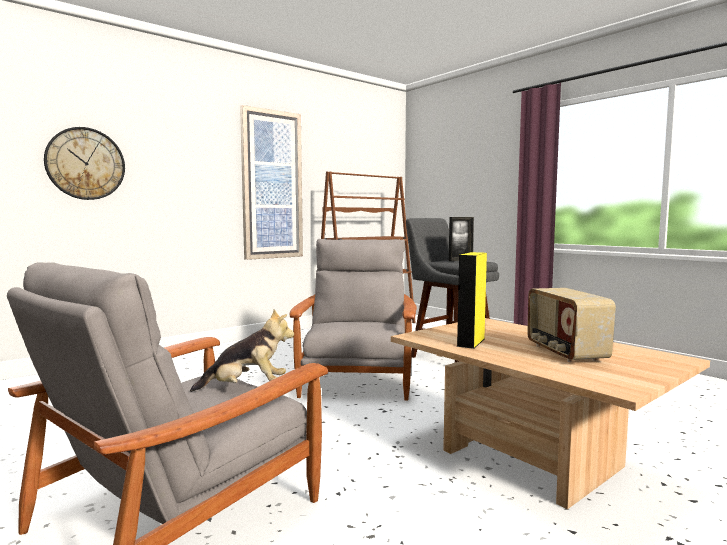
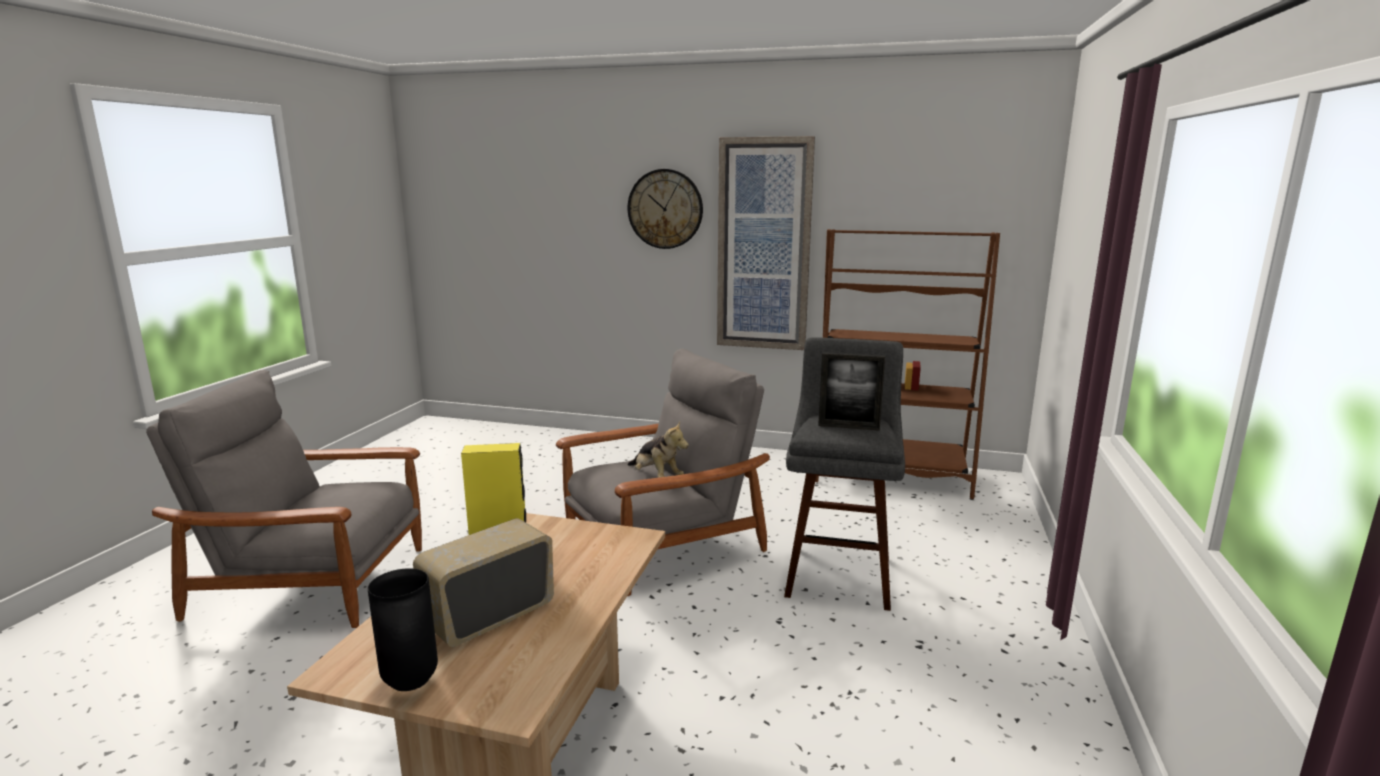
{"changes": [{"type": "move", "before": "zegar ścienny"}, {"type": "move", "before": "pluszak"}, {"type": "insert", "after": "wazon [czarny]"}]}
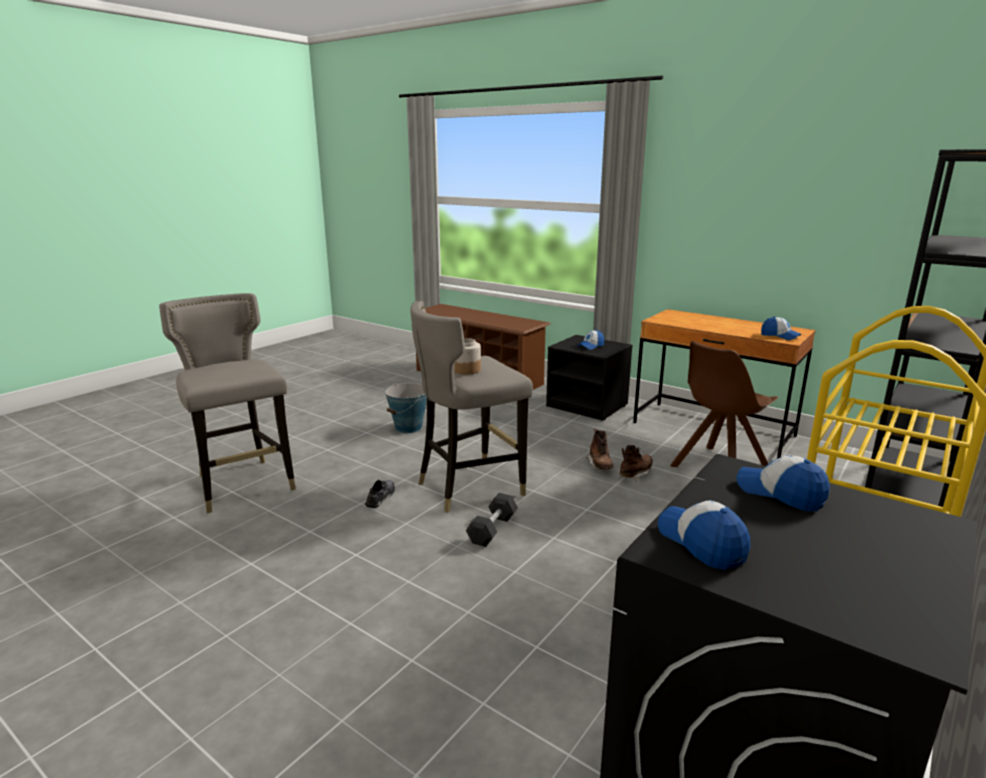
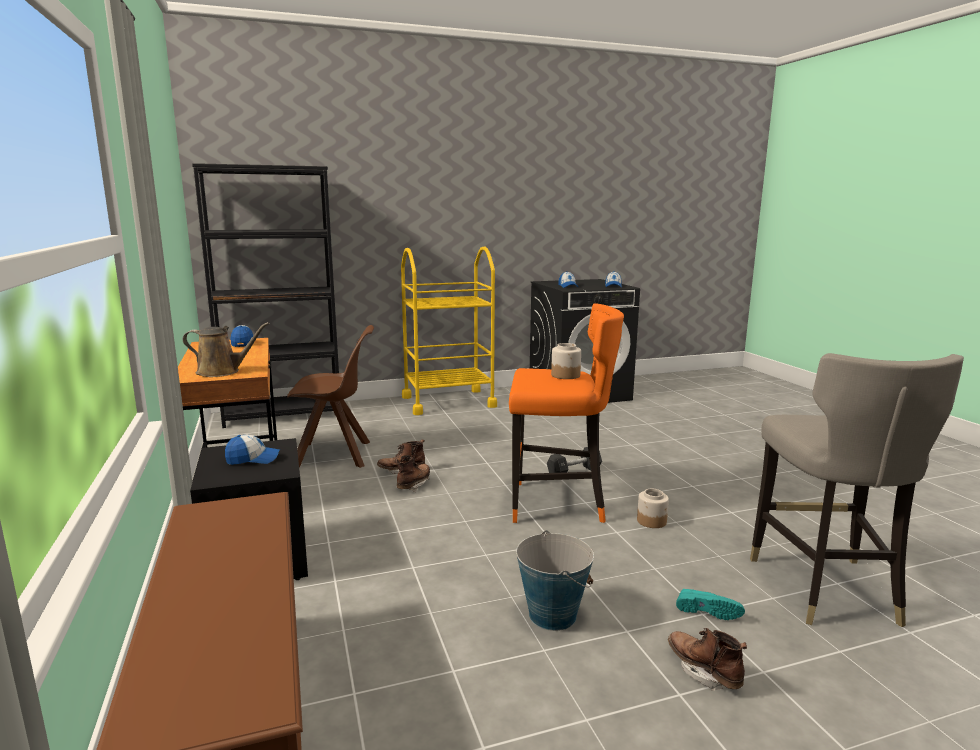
{"changes": [{"type": "recolor", "before": "stołek [szary] (2nd from left)", "after": "stołek [pomarańczowy]"}, {"type": "replace", "before": "but [szary]", "after": "słoik (2nd from left)"}, {"type": "insert", "after": "konewka [brązowy]"}, {"type": "insert", "after": "but [turkusowy]"}, {"type": "insert", "after": "but z cholewką [brązowy] (3rd from left)"}]}
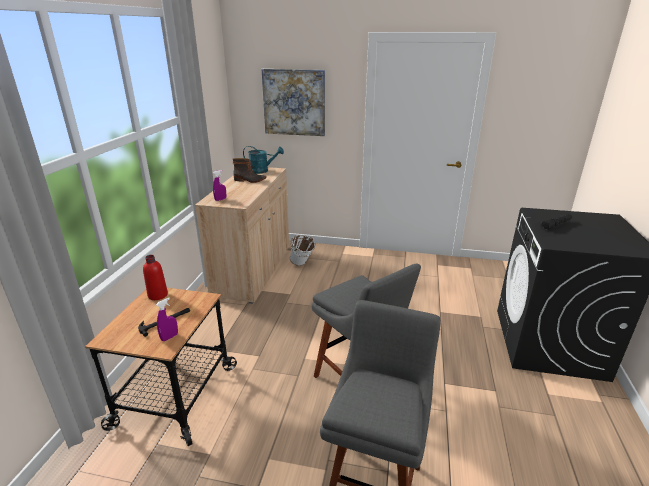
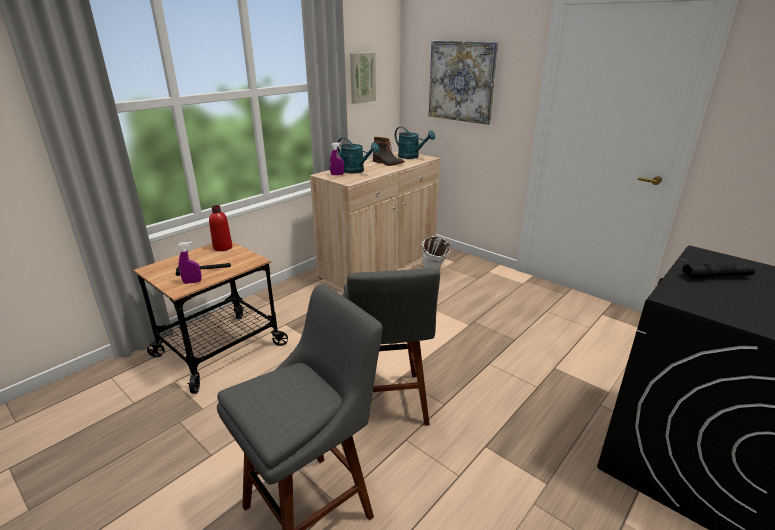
{"changes": [{"type": "insert", "after": "obraz (1st from left)"}, {"type": "insert", "after": "konewka [turkusowy] (1st from left)"}]}
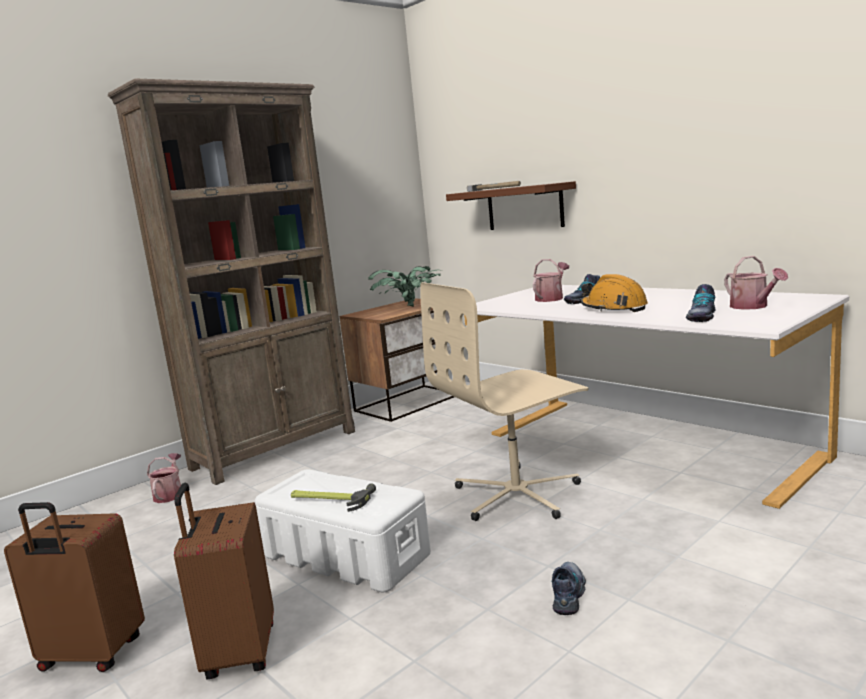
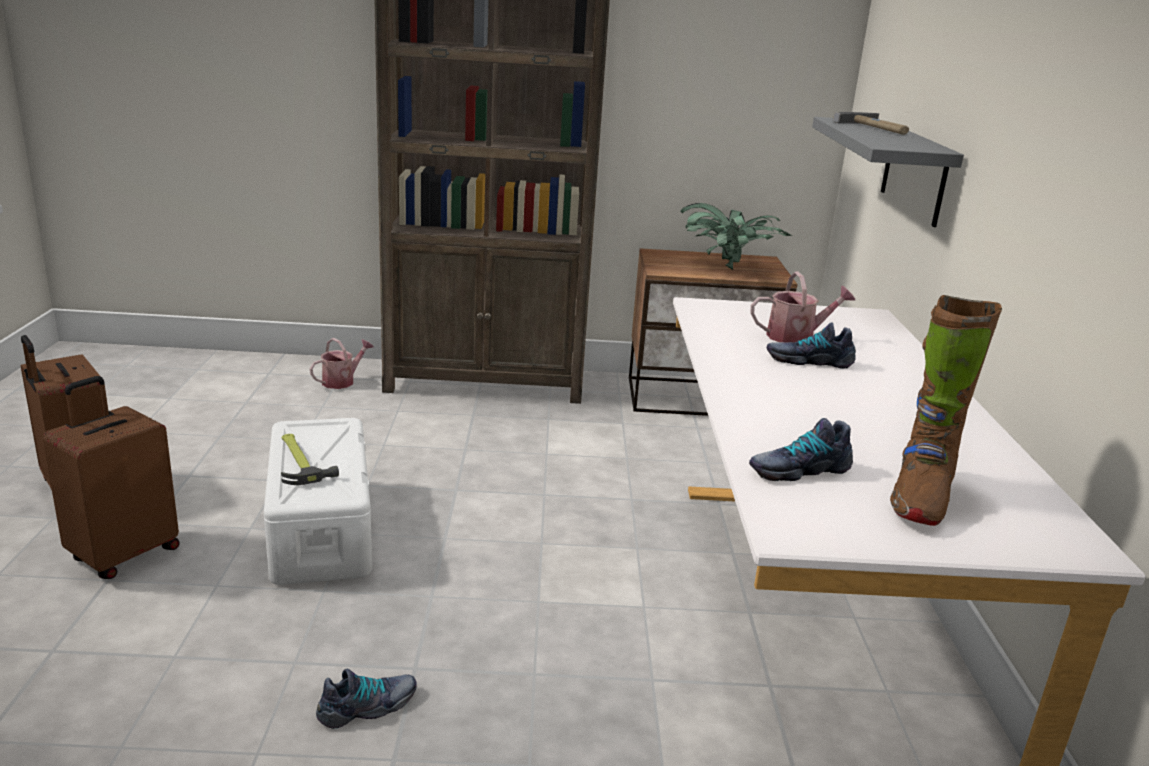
{"changes": [{"type": "recolor", "before": "półka [brązowy]", "after": "półka [szary]"}, {"type": "replace", "before": "konewka (3rd from left)", "after": "but z cholewką [brązowy]"}, {"type": "delete", "before": "kask [pomarańczowy]"}, {"type": "delete", "before": "krzesło biurowe [beżowy]"}]}
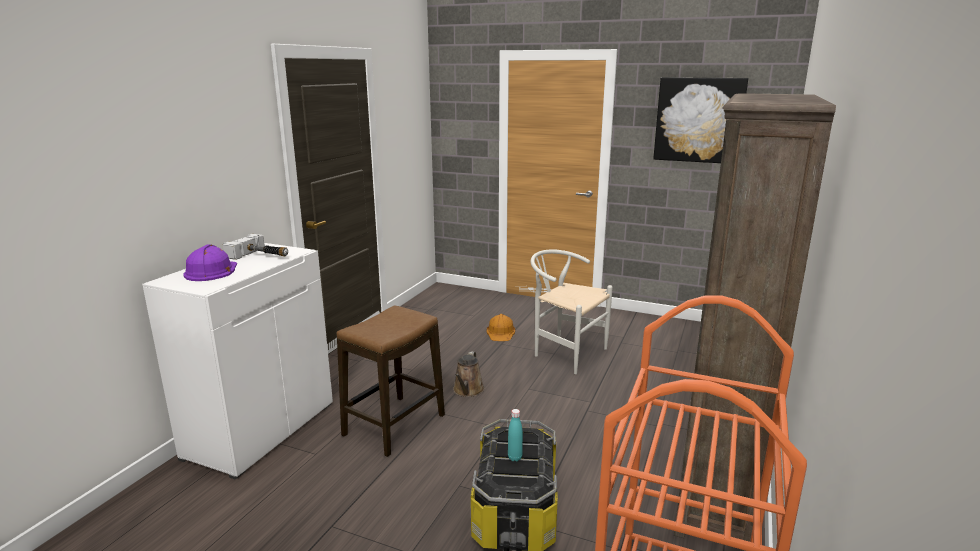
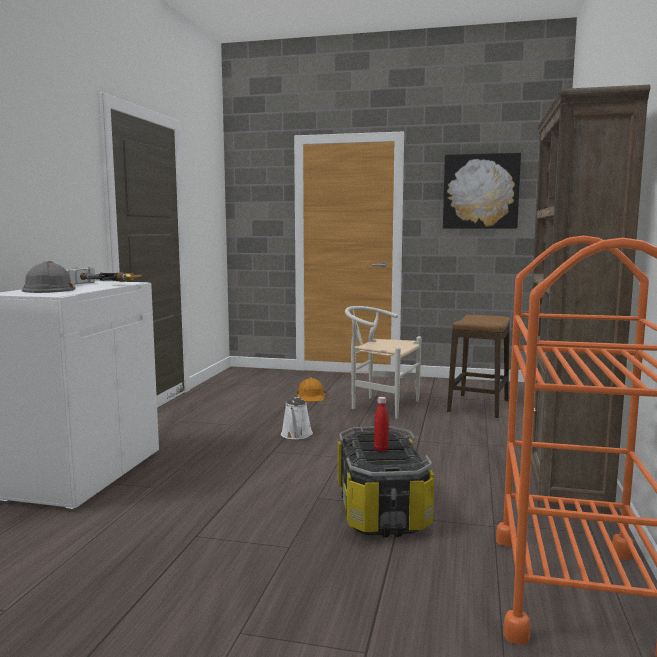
{"changes": [{"type": "recolor", "before": "kask [fioletowy]", "after": "kask [szary]"}, {"type": "move", "before": "stołek"}, {"type": "recolor", "before": "konewka [brązowy]", "after": "konewka [biały]"}, {"type": "recolor", "before": "butelka [turkusowy]", "after": "butelka [czerwony]"}]}
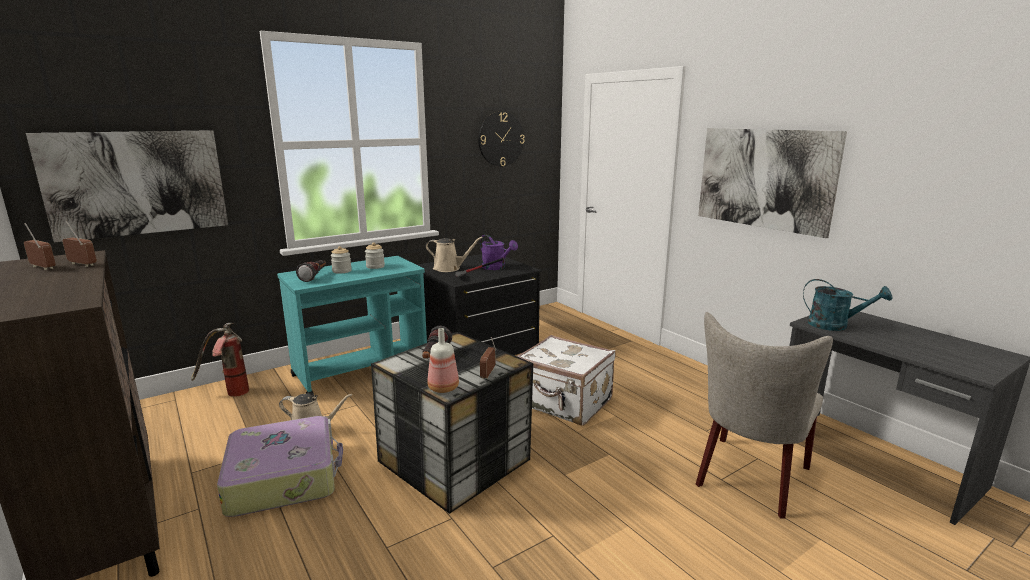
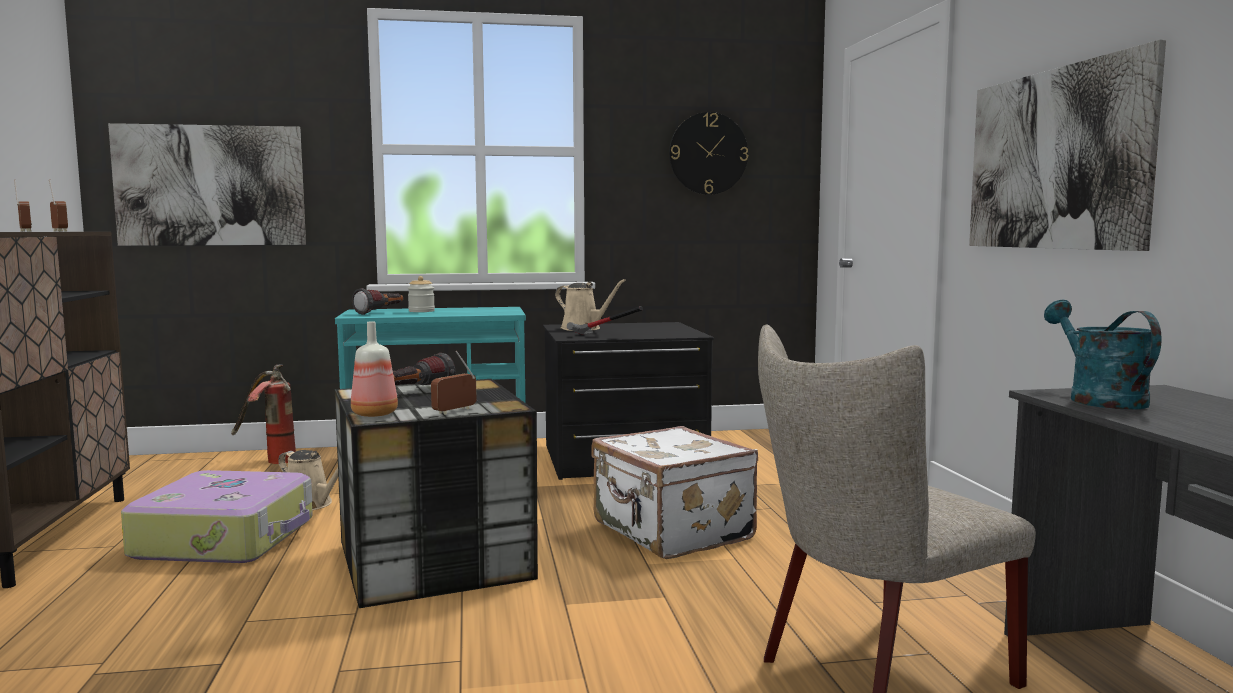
{"changes": [{"type": "delete", "before": "konewka [fioletowy]"}, {"type": "delete", "before": "słoik (2nd from left)"}, {"type": "rotate", "before": "konewka [turkusowy]", "turn": -150}]}
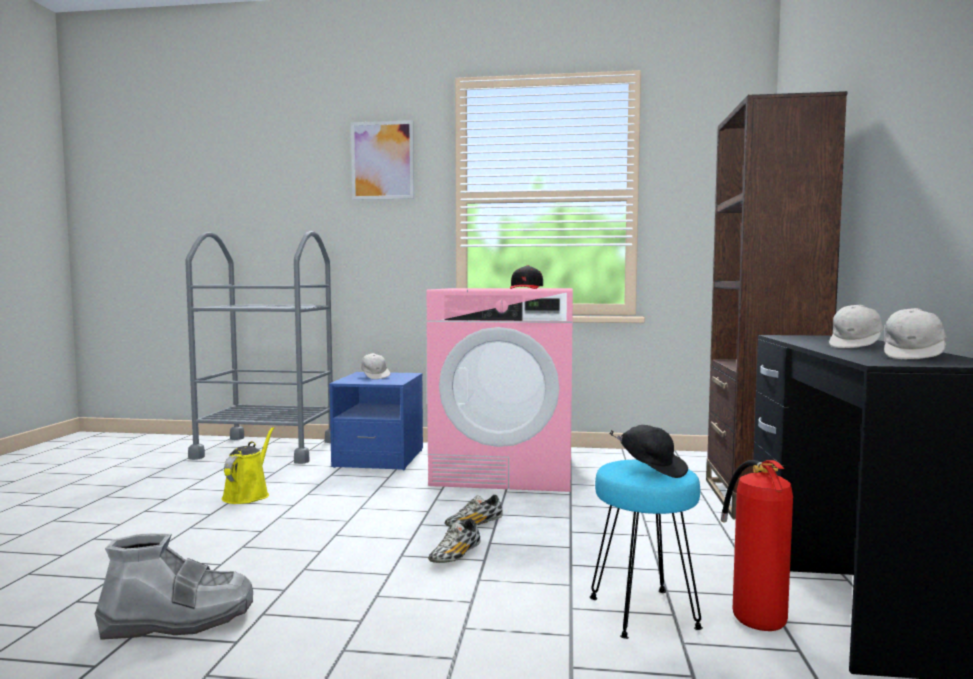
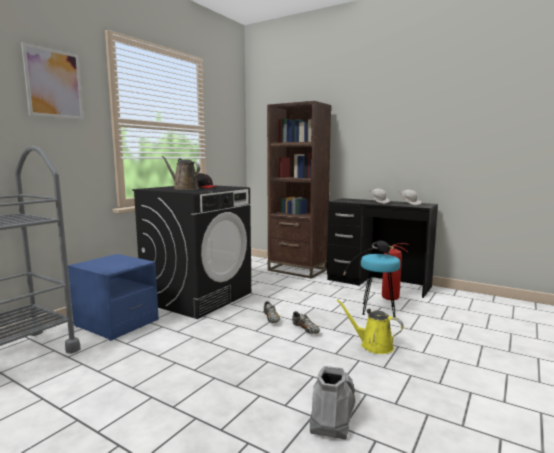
{"changes": [{"type": "recolor", "before": "pralka [różowy]", "after": "pralka [czarny]"}, {"type": "delete", "before": "czapka z daszkiem [biały] (1st from left)"}, {"type": "move", "before": "konewka [żółty]"}, {"type": "insert", "after": "konewka [brązowy]"}]}
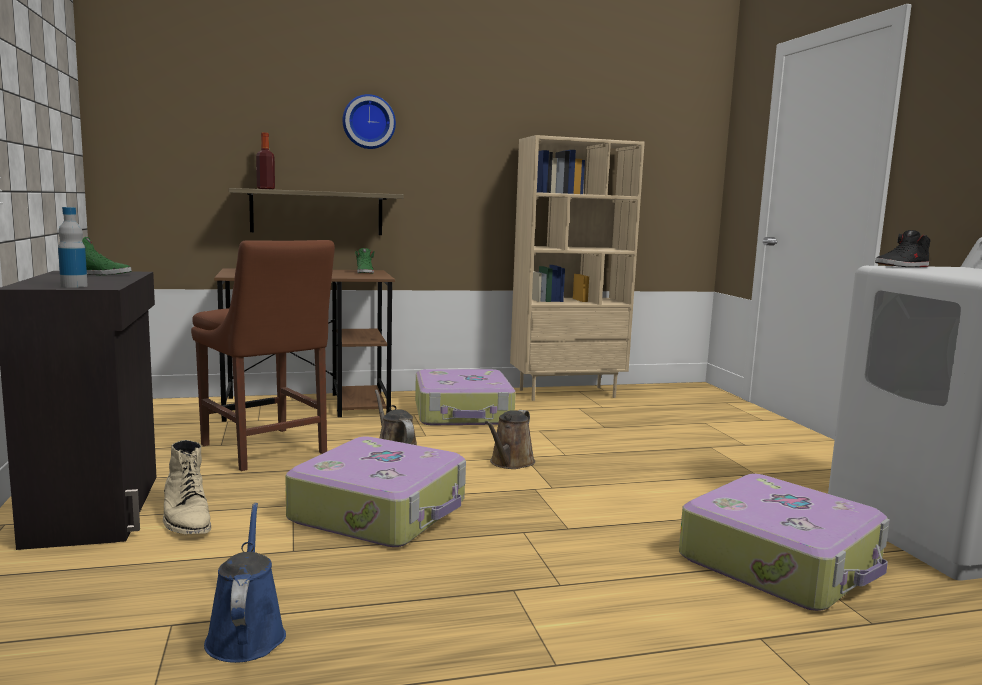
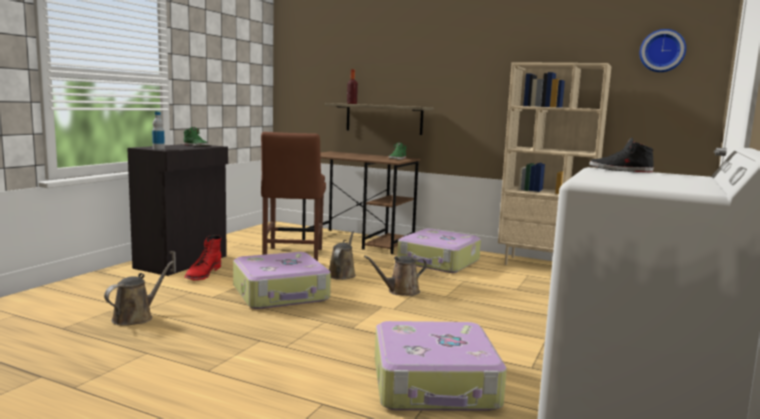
{"changes": [{"type": "move", "before": "zegar ścienny"}, {"type": "recolor", "before": "but z cholewką [beżowy]", "after": "but z cholewką [czerwony]"}, {"type": "recolor", "before": "konewka [niebieski]", "after": "konewka [brązowy] (1st from left)"}]}
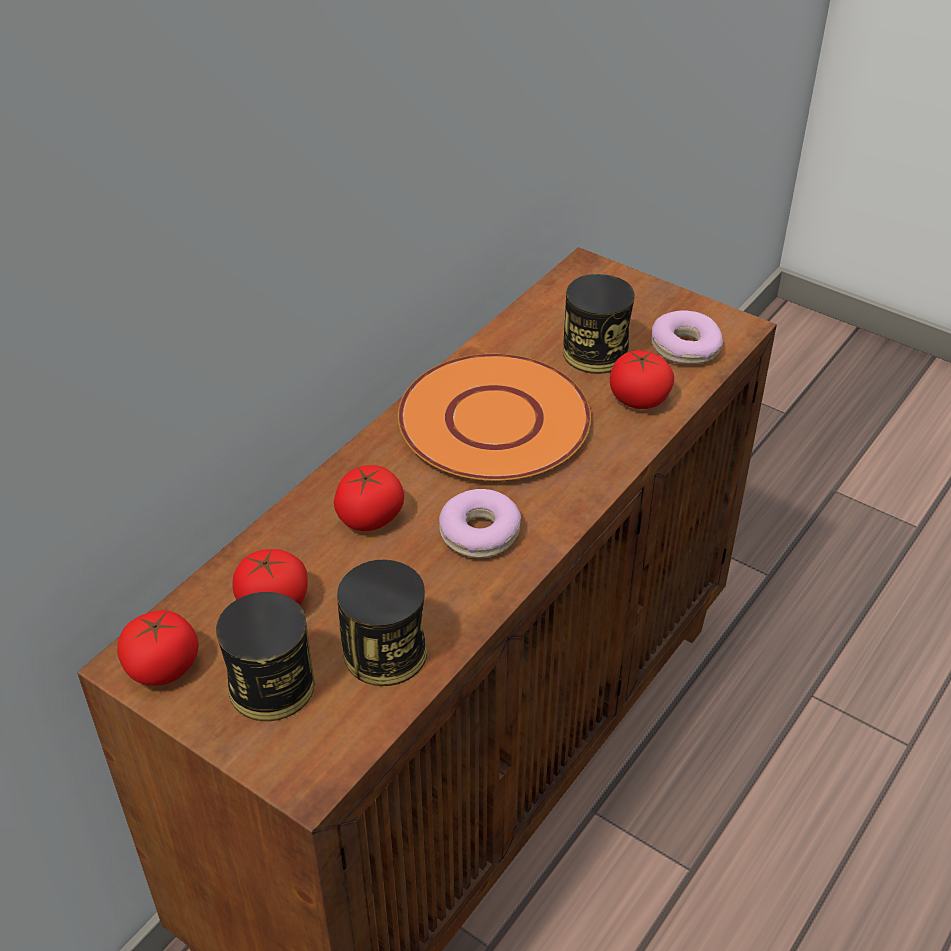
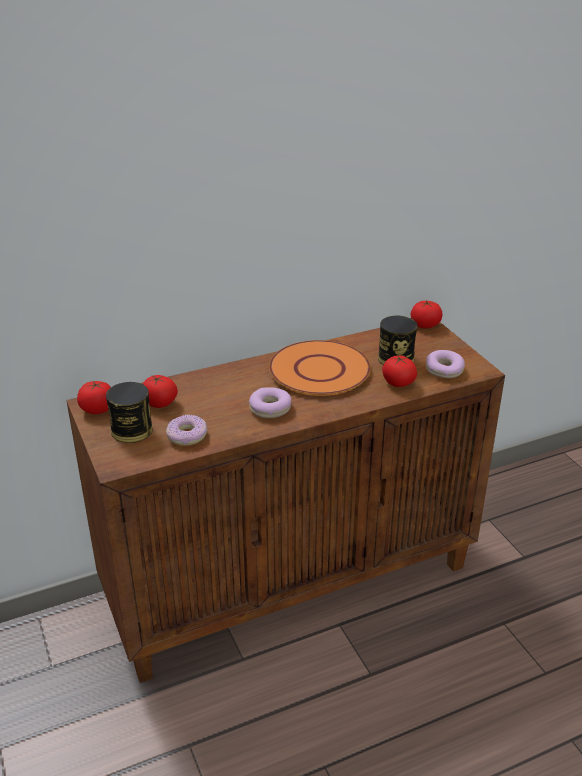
{"changes": [{"type": "move", "before": "pomidor (3rd from left in the first image)", "after": "pomidor (4th from left)"}, {"type": "replace", "before": "puszka (2nd from left)", "after": "donut (1st from left)"}]}
